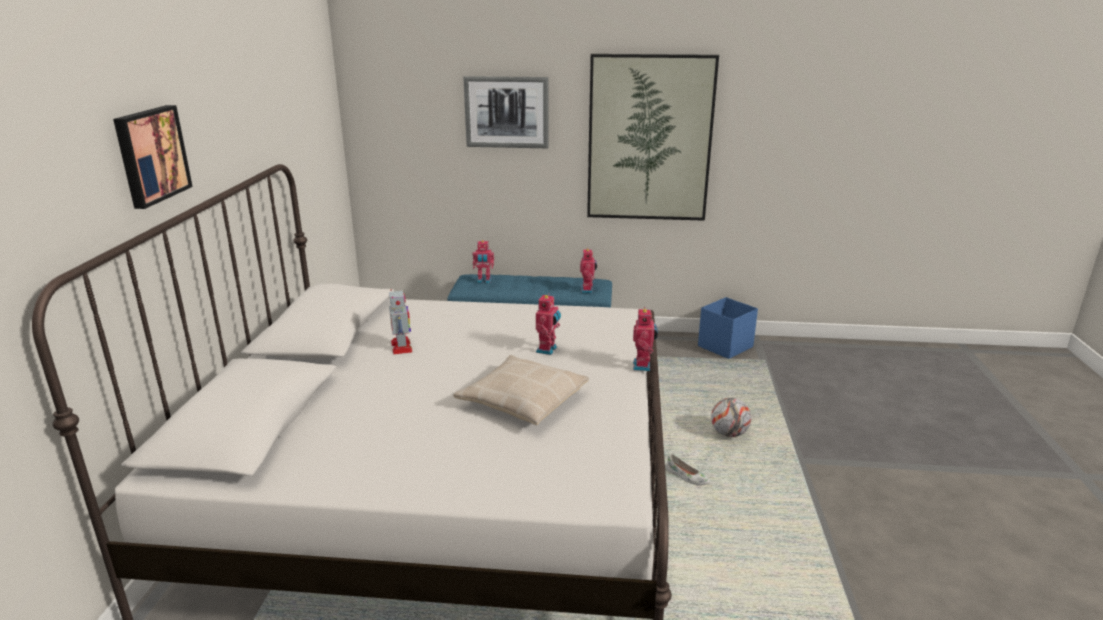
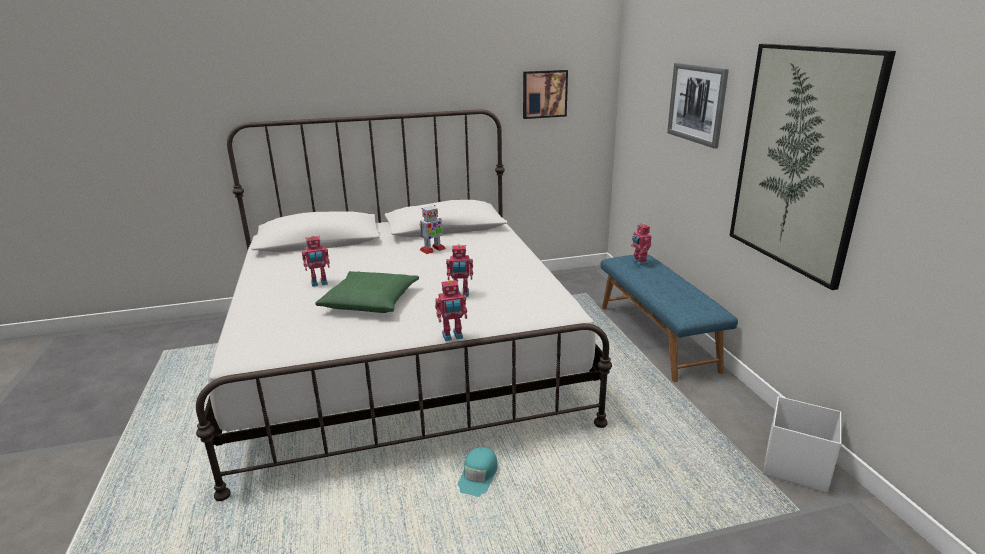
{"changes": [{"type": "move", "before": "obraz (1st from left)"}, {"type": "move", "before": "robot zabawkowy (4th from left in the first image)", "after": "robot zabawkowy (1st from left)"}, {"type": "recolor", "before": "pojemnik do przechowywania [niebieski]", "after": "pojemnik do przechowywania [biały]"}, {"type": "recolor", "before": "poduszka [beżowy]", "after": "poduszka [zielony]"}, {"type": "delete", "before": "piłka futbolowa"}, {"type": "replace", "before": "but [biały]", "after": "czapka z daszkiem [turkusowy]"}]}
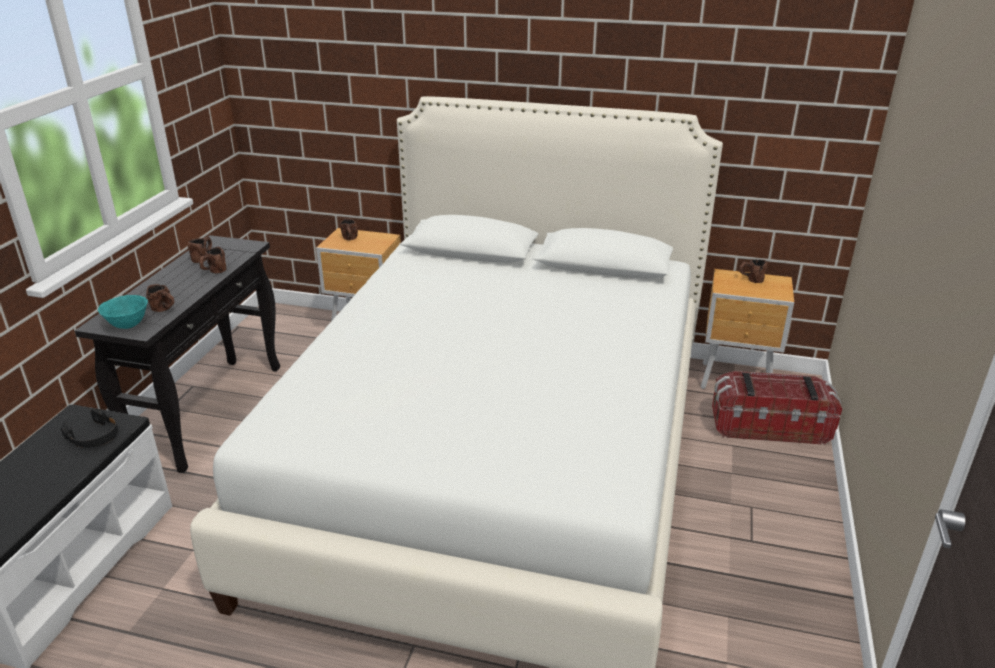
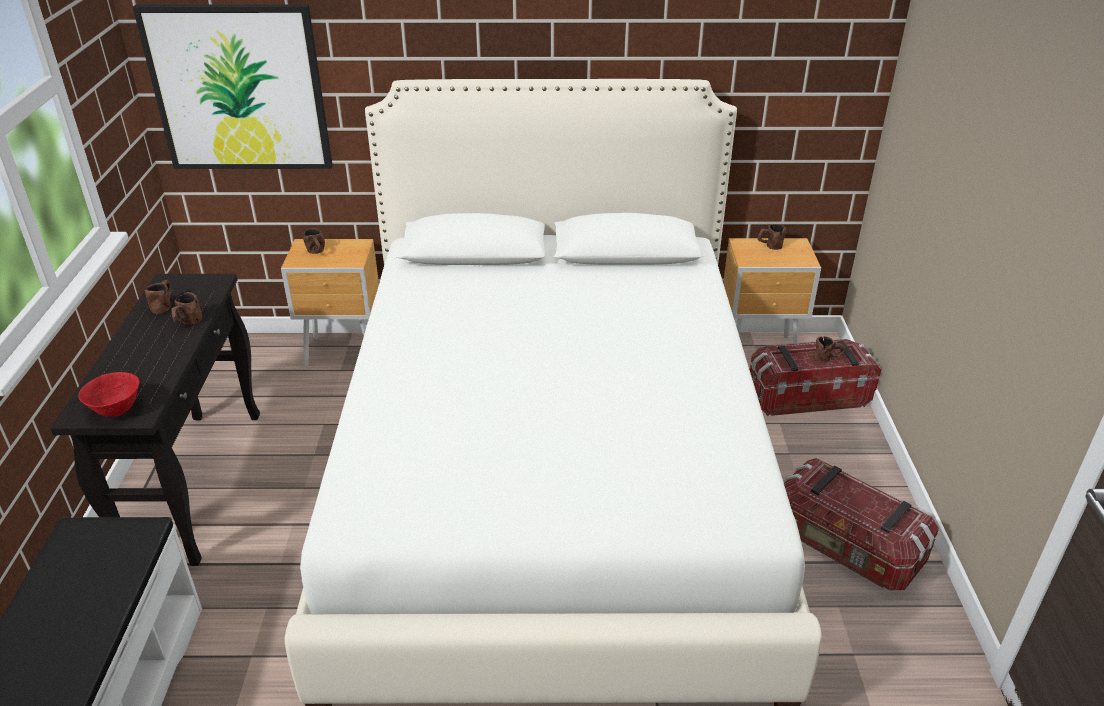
{"changes": [{"type": "move", "before": "kubek [brązowy] (1st from left in the first image)", "after": "kubek [brązowy] (5th from left)"}, {"type": "recolor", "before": "miska [turkusowy]", "after": "miska [czerwony]"}, {"type": "delete", "before": "słuchawki [czarny]"}, {"type": "insert", "after": "obraz"}, {"type": "insert", "after": "pojemnik do przechowywania (2nd from left)"}]}
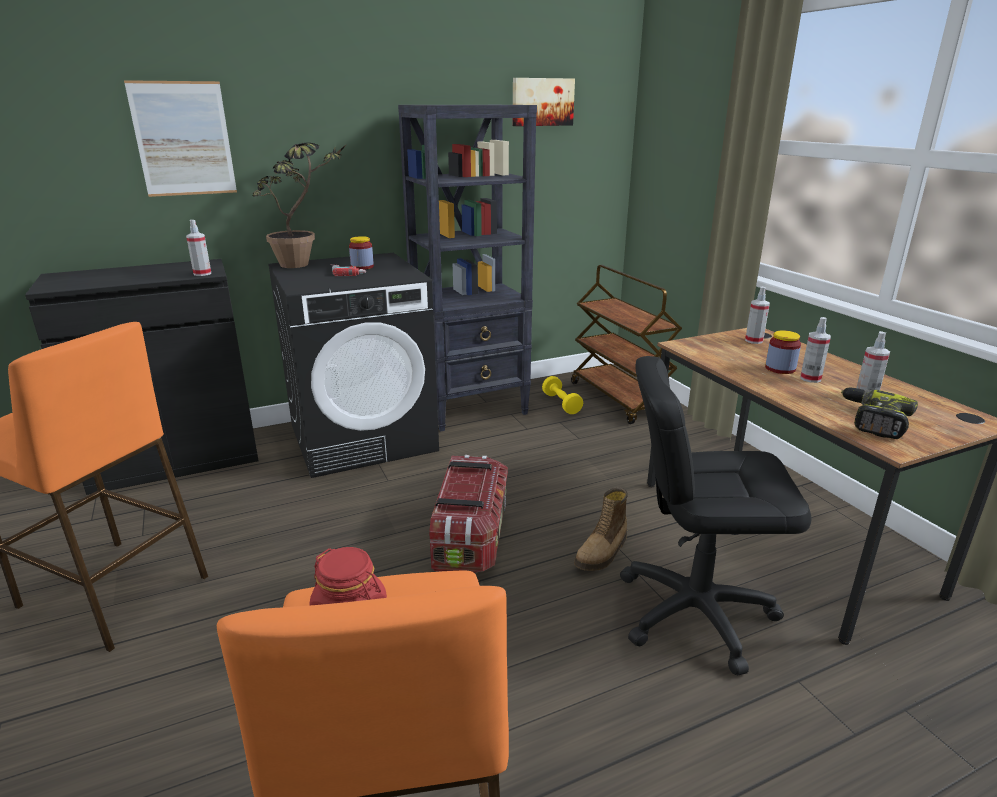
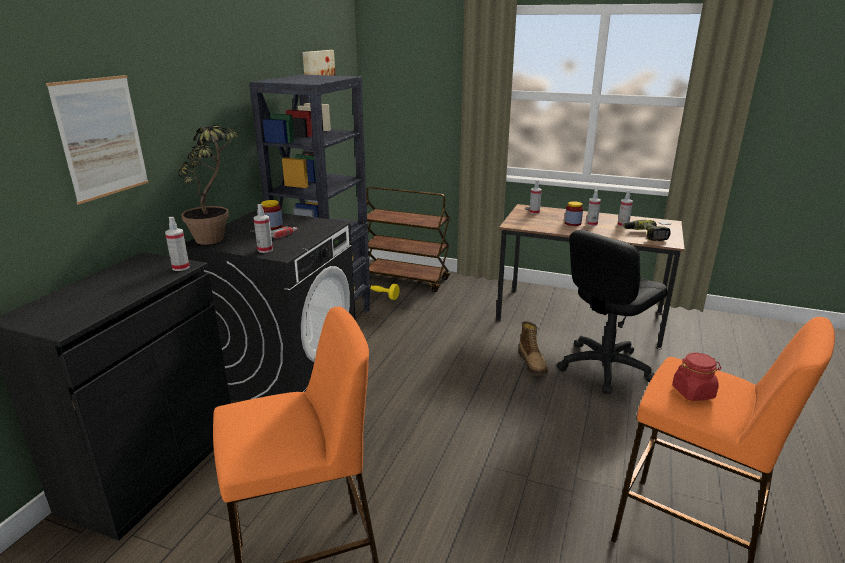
{"changes": [{"type": "delete", "before": "pojemnik do przechowywania"}, {"type": "insert", "after": "spryskiwacz (2nd from left)"}]}
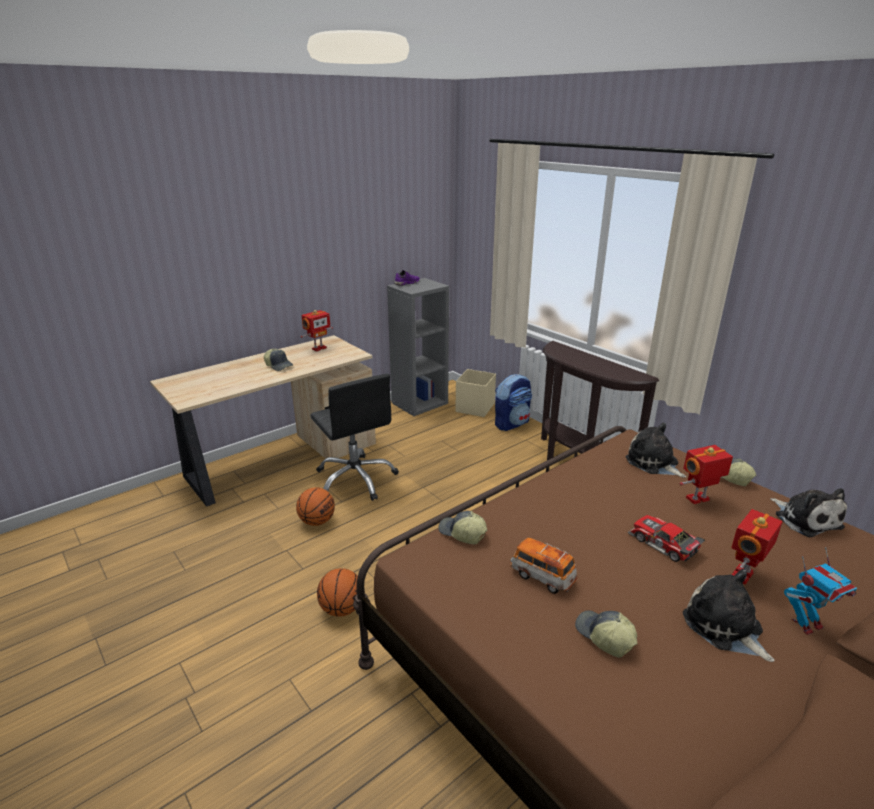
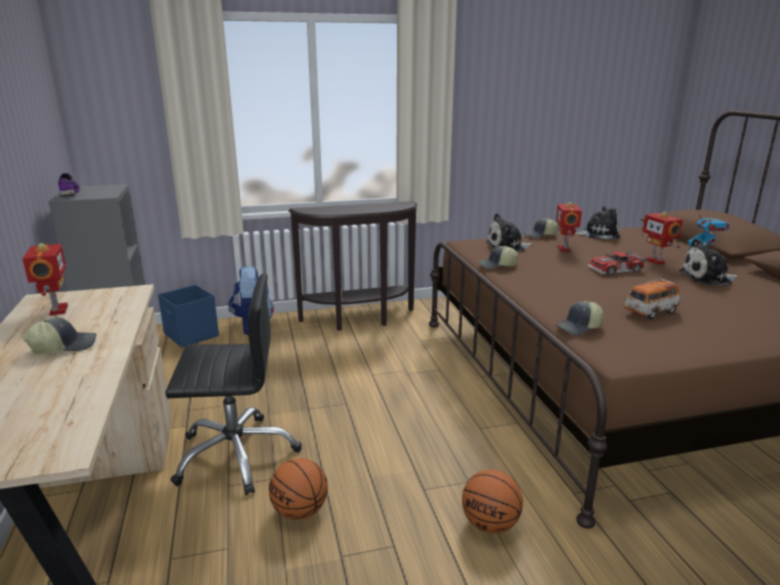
{"changes": [{"type": "recolor", "before": "pojemnik do przechowywania [beżowy]", "after": "pojemnik do przechowywania [niebieski]"}, {"type": "move", "before": "czapka z daszkiem (3rd from left in the first image)", "after": "czapka z daszkiem (2nd from left)"}]}
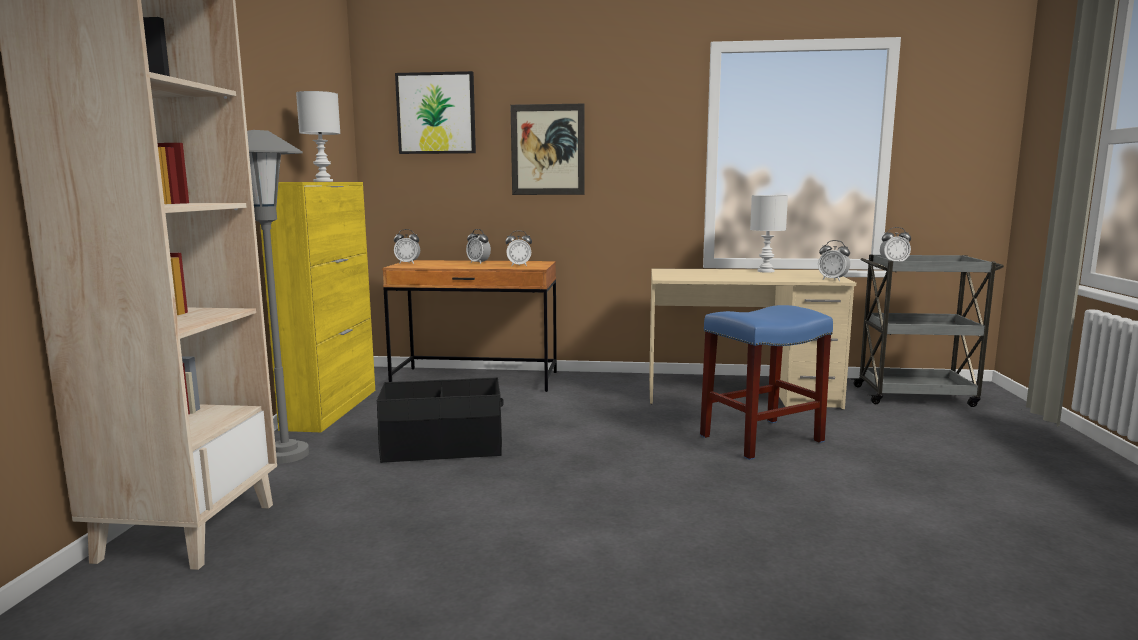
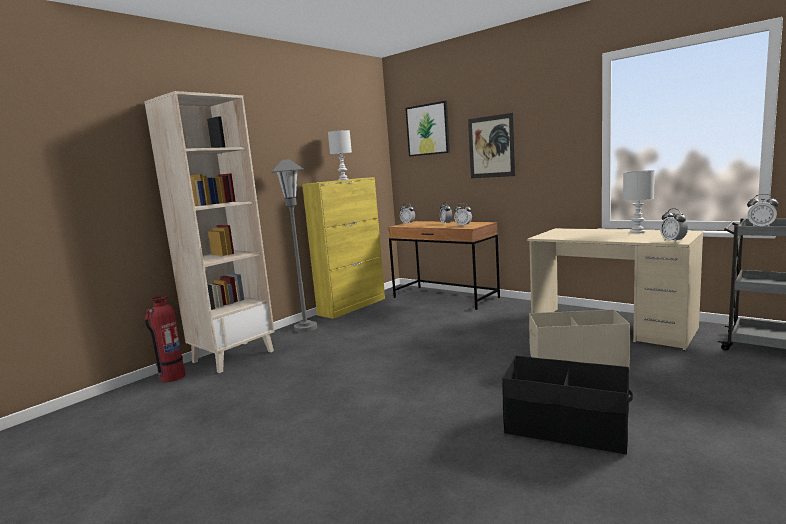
{"changes": [{"type": "replace", "before": "stołek [niebieski]", "after": "pojemnik do przechowywania [beżowy]"}, {"type": "move", "before": "pojemnik do przechowywania [czarny]"}, {"type": "insert", "after": "gaśnica"}]}
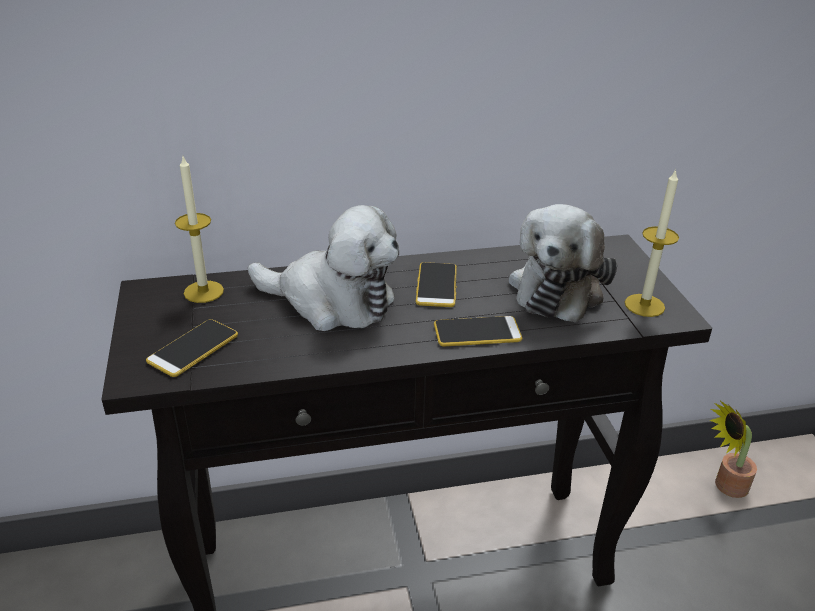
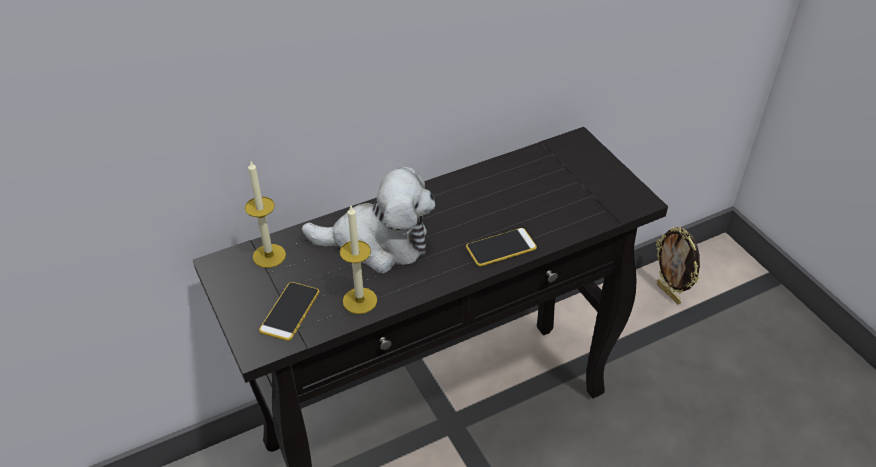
{"changes": [{"type": "move", "before": "świeca (2nd from left)"}, {"type": "delete", "before": "pluszak (2nd from left)"}, {"type": "delete", "before": "telefon (2nd from left)"}, {"type": "replace", "before": "roślina doniczkowa", "after": "ramka na zdjęcie"}]}
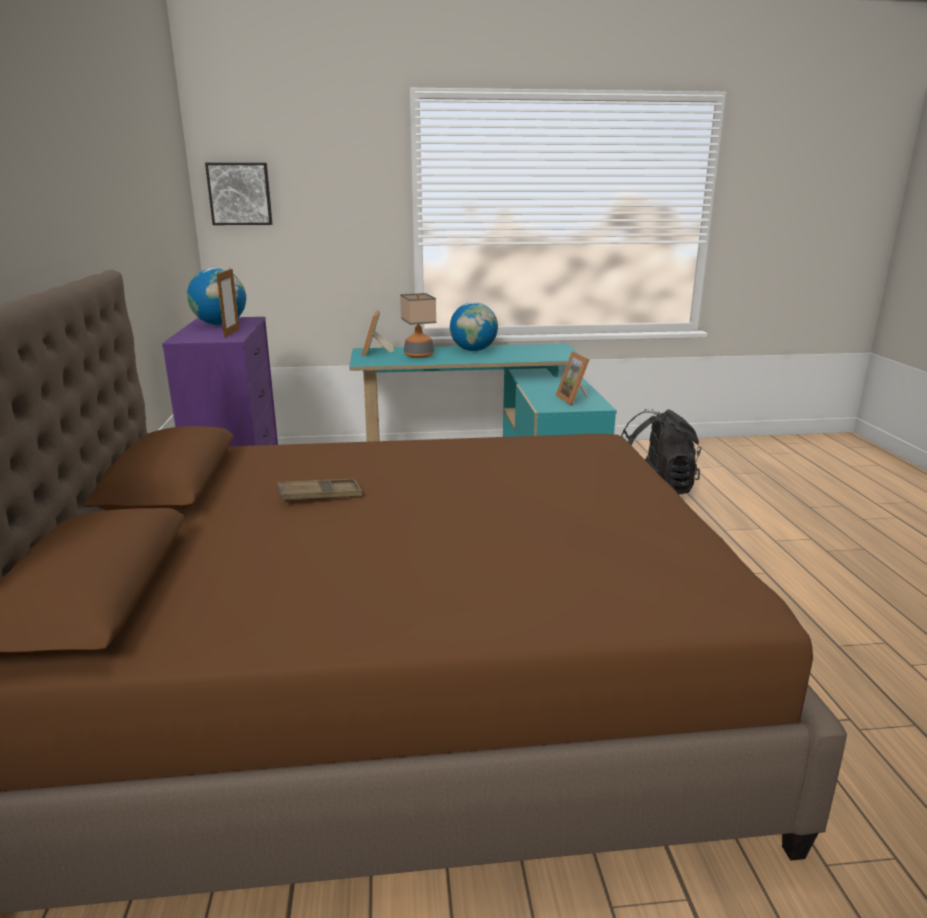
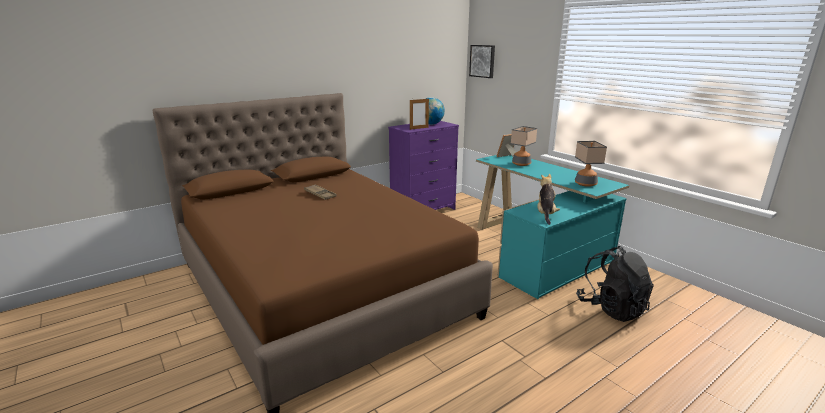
{"changes": [{"type": "delete", "before": "globus (2nd from left)"}, {"type": "replace", "before": "ramka na zdjęcie (3rd from left)", "after": "pluszak"}, {"type": "insert", "after": "lampa stołowa (2nd from left)"}]}
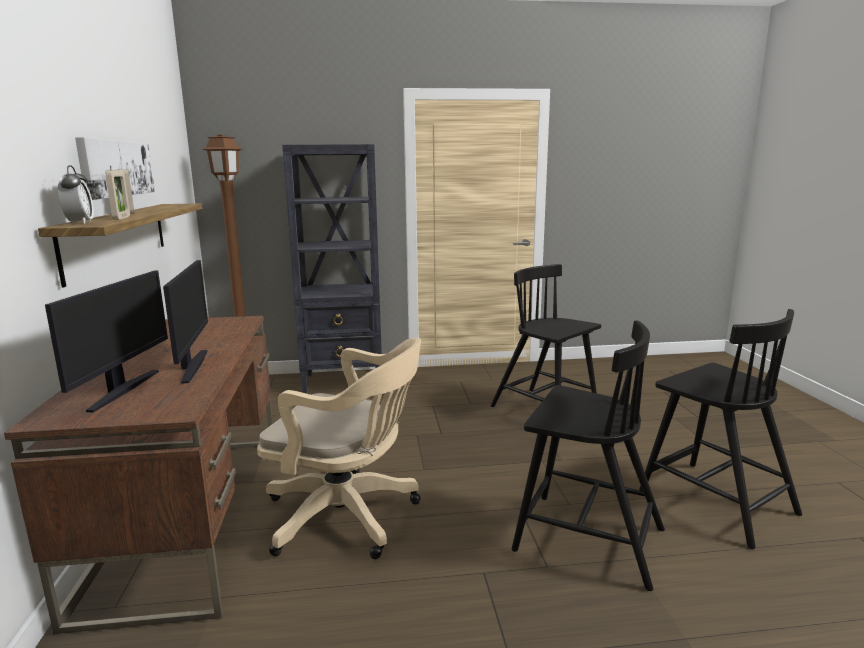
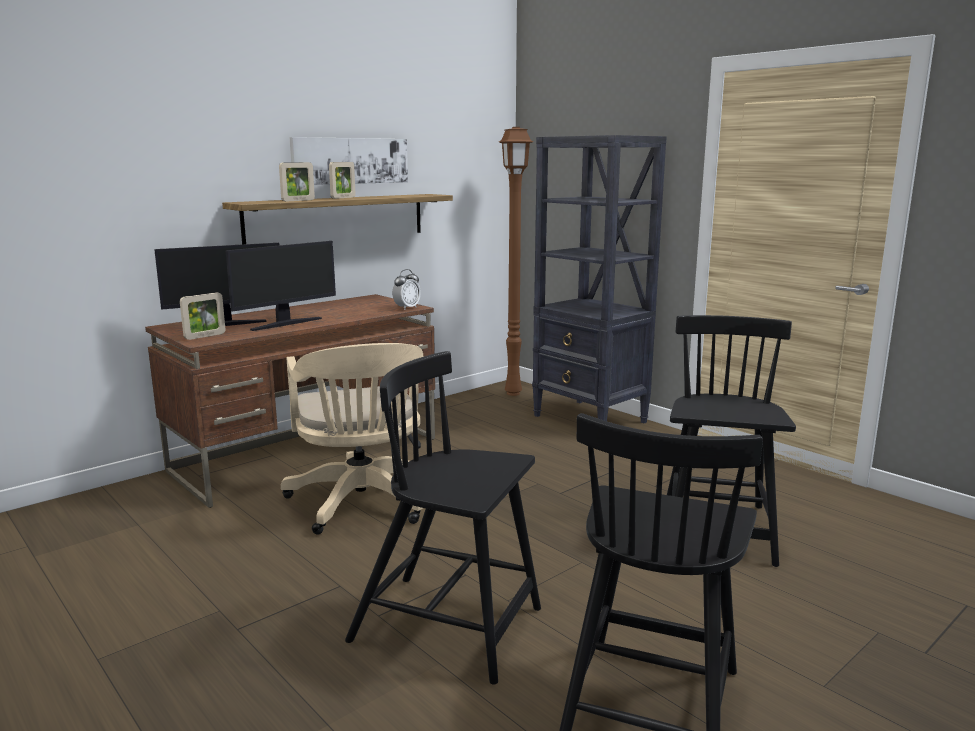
{"changes": [{"type": "move", "before": "budzik"}, {"type": "rotate", "before": "krzesło [czarny] (2nd from left in the first image)", "turn": 120}, {"type": "insert", "after": "ramka na zdjęcie (1st from left)"}]}
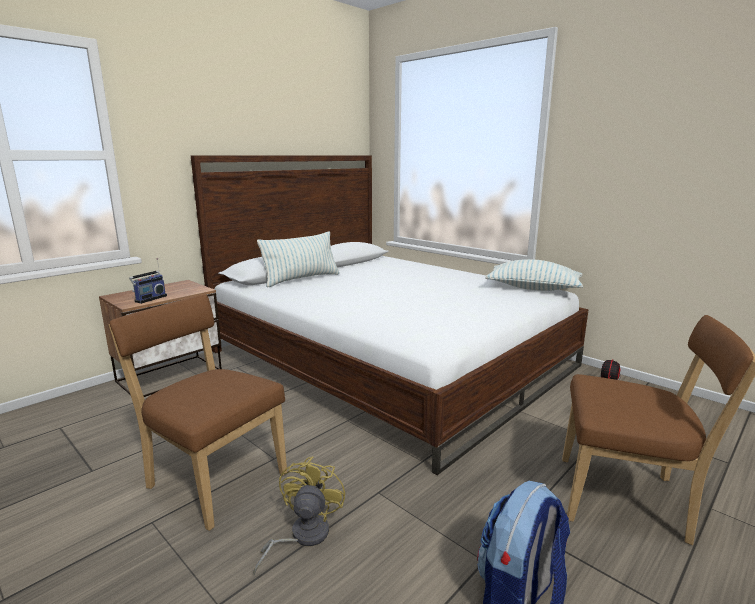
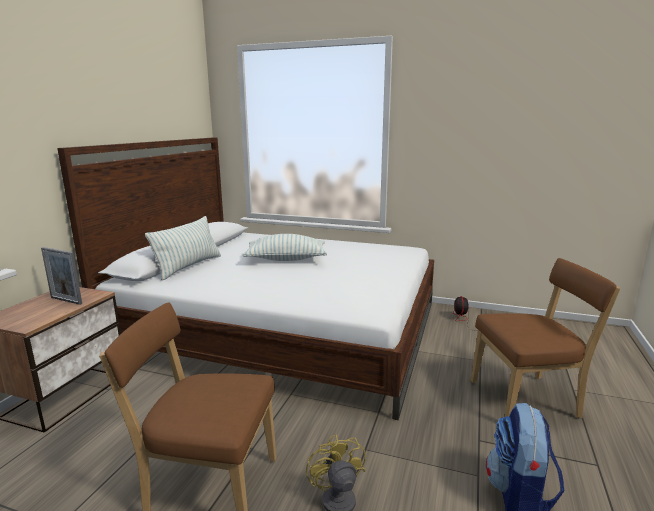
{"changes": [{"type": "delete", "before": "radio"}, {"type": "move", "before": "poduszka (2nd from left)"}, {"type": "insert", "after": "ramka na zdjęcie"}]}
